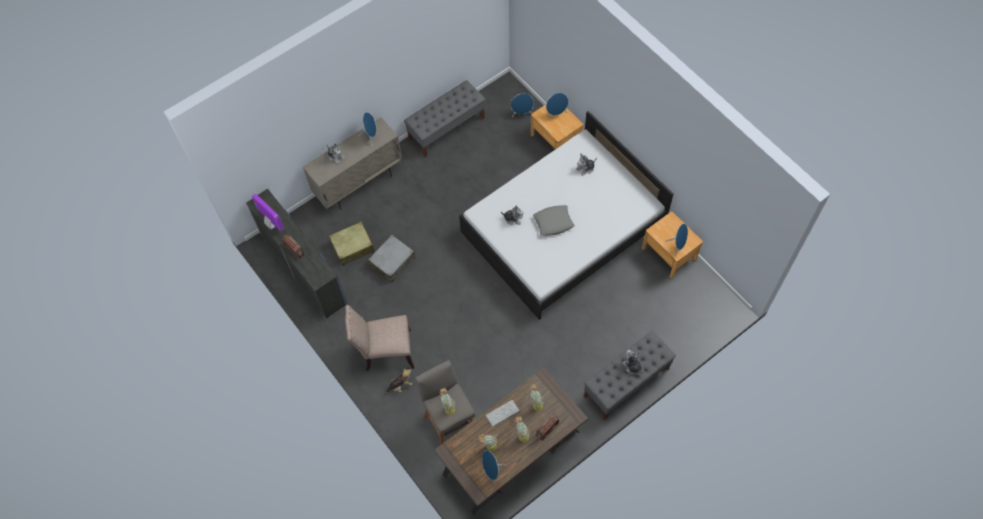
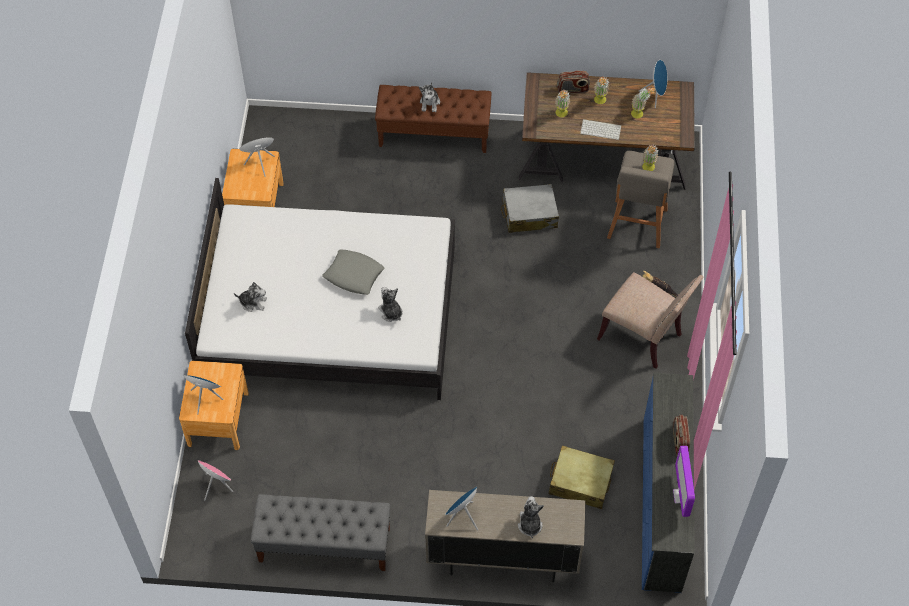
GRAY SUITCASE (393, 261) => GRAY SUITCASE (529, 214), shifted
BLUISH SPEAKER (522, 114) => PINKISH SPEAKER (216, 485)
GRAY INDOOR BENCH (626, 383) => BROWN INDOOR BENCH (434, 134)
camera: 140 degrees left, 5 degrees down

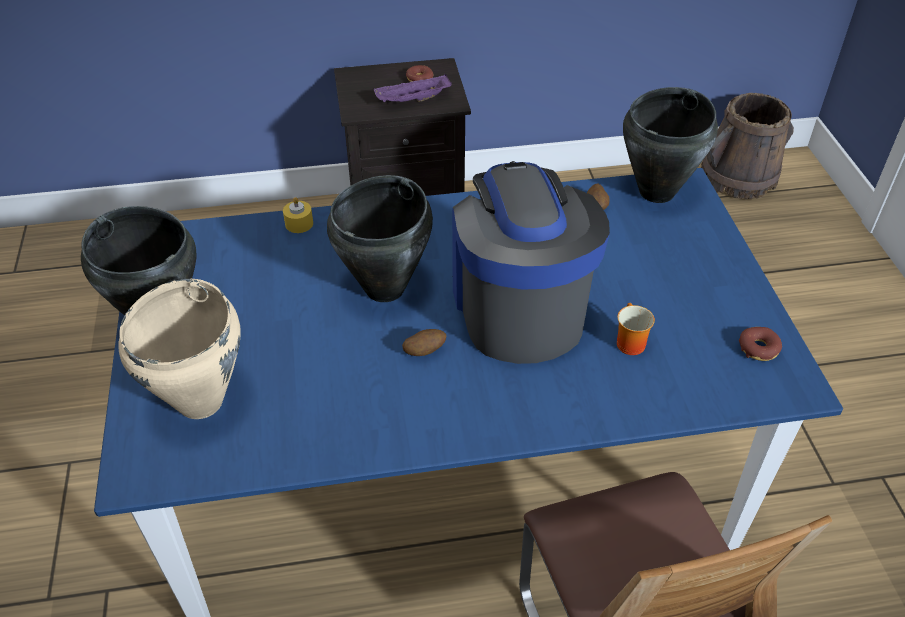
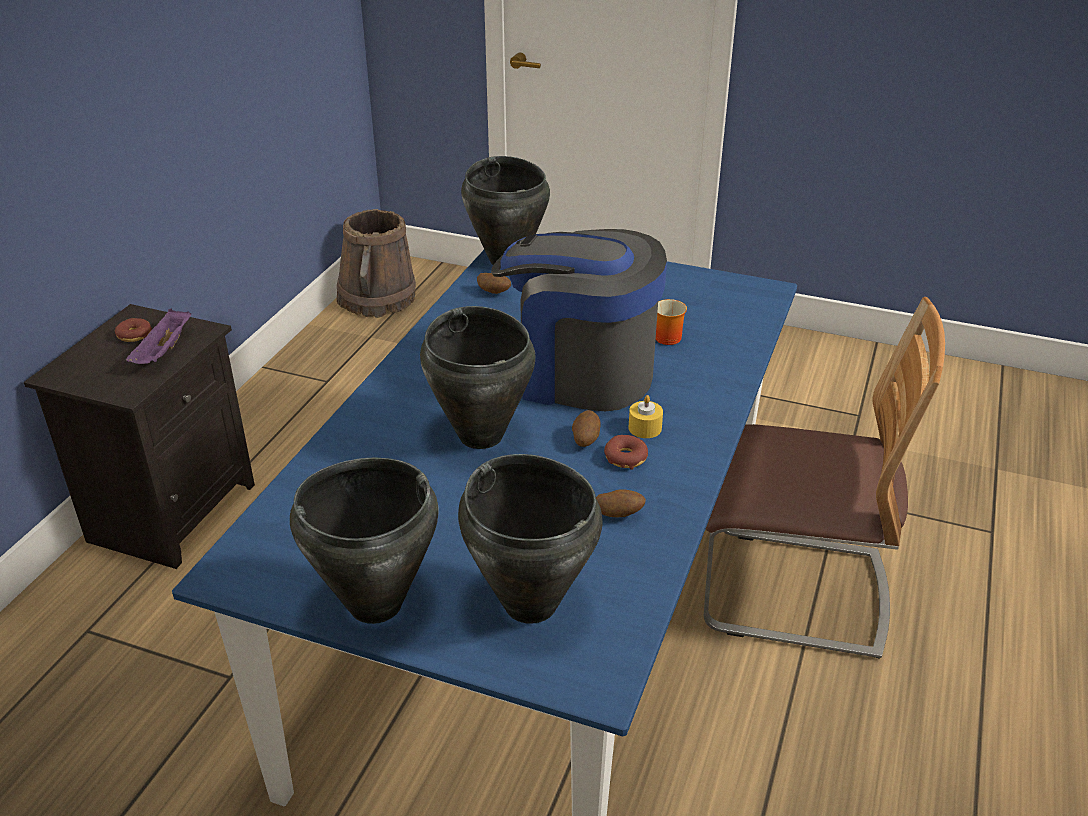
nothing => SPUD (618, 515)
YELLOW CANDLE (299, 224) => YELLOW CANDLE (645, 428), shifted
RING DOUGHNUT (758, 348) => RING DOUGHNUT (625, 457), shifted
SAND-COLOURED STOCKPOT (202, 401) => BLACK-COLOURED STOCKPOT (530, 603)
camera: 60 degrees left, 10 degrees down

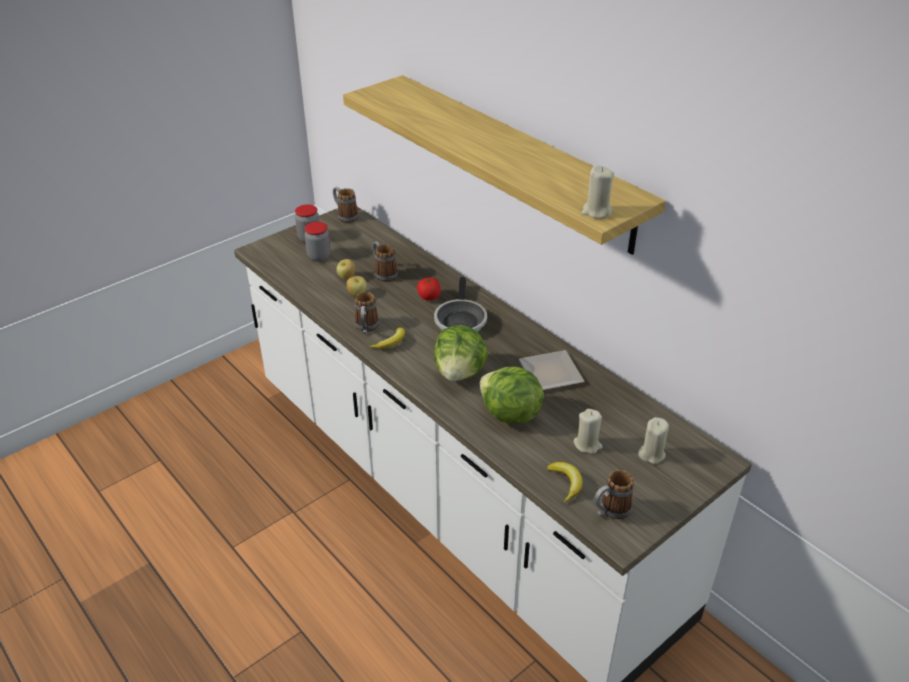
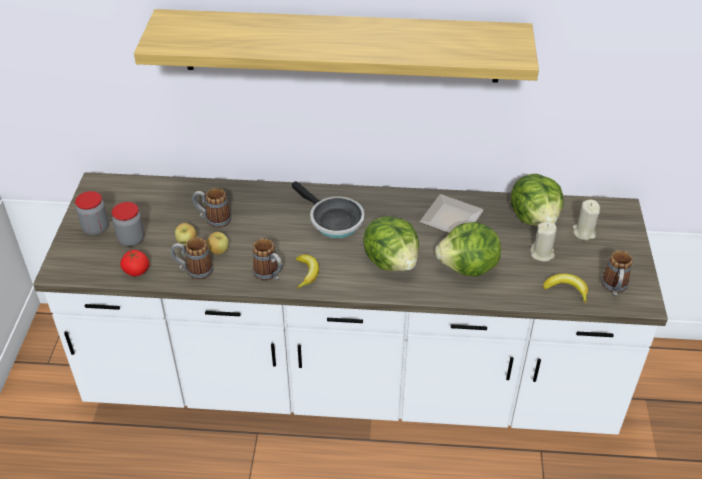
SAND-COLOURED CANDLE (596, 212) => nothing
nothing => LETTUCE HEAD (535, 218)
MUG (345, 216) => MUG (194, 271), shifted
FRESH TOMATO (429, 297) => FRESH TOMATO (136, 271), shifted
camera: 45 degrees left, 5 degrees up

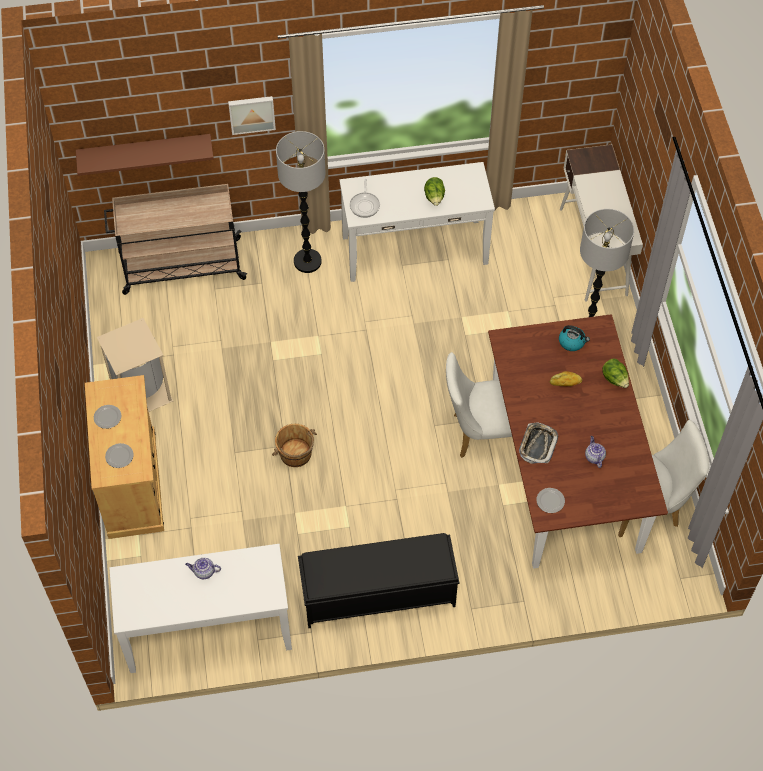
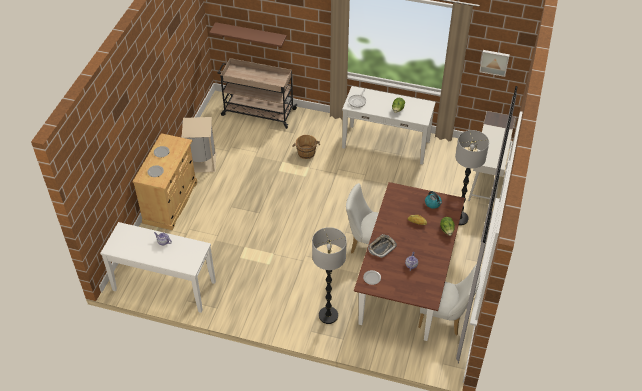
BLACK-COLOURED INDOOR BENCH (377, 595) => nothing
WALL PICTURE (251, 113) => WALL PICTURE (494, 62), shifted
BROWN WATER BUCKET (296, 454) => BROWN WATER BUCKET (306, 153), shifted
STANDARD LAMP (307, 261) => STANDARD LAMP (328, 315), shifted
camera: 25 degrees right, 10 degrees down

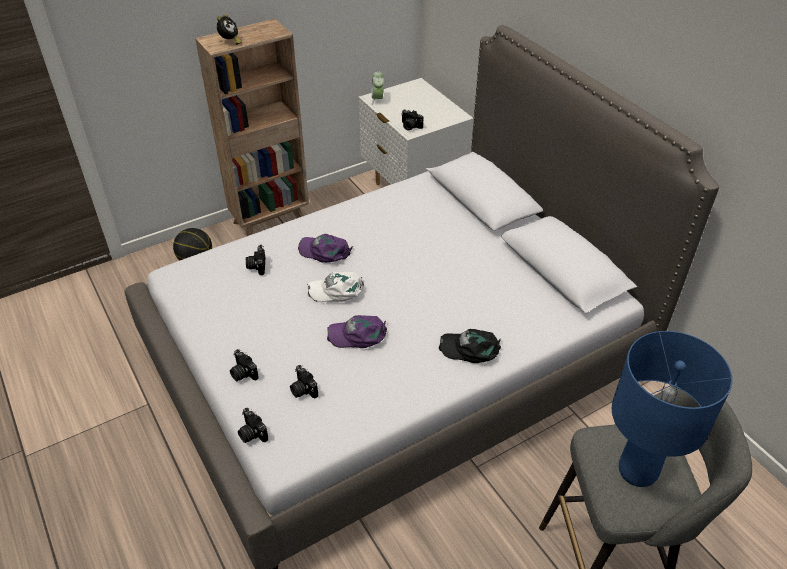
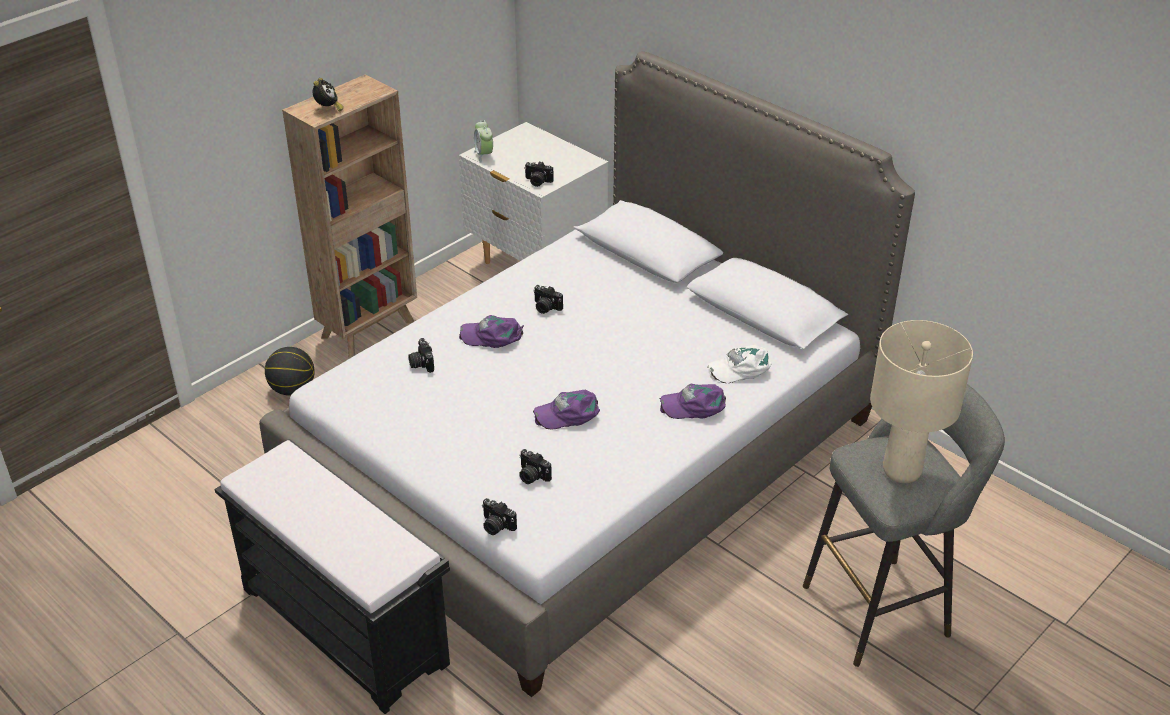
nothing => BLACK-COLOURED INDOOR BENCH (346, 626)
STILL CAMERA (242, 373) => STILL CAMERA (545, 307), shifted
WHITISH BASEBALL CAP (337, 290) => WHITISH BASEBALL CAP (740, 368), shifted
BLACK-COLOURED BASEBALL CAP (470, 348) => PURPLE-COLOURED BASEBALL CAP (694, 405)
BLUISH TABLE LAMP (636, 471) => SAND-COLOURED TABLE LAMP (901, 471)
camera: 15 degrees left, 5 degrees down

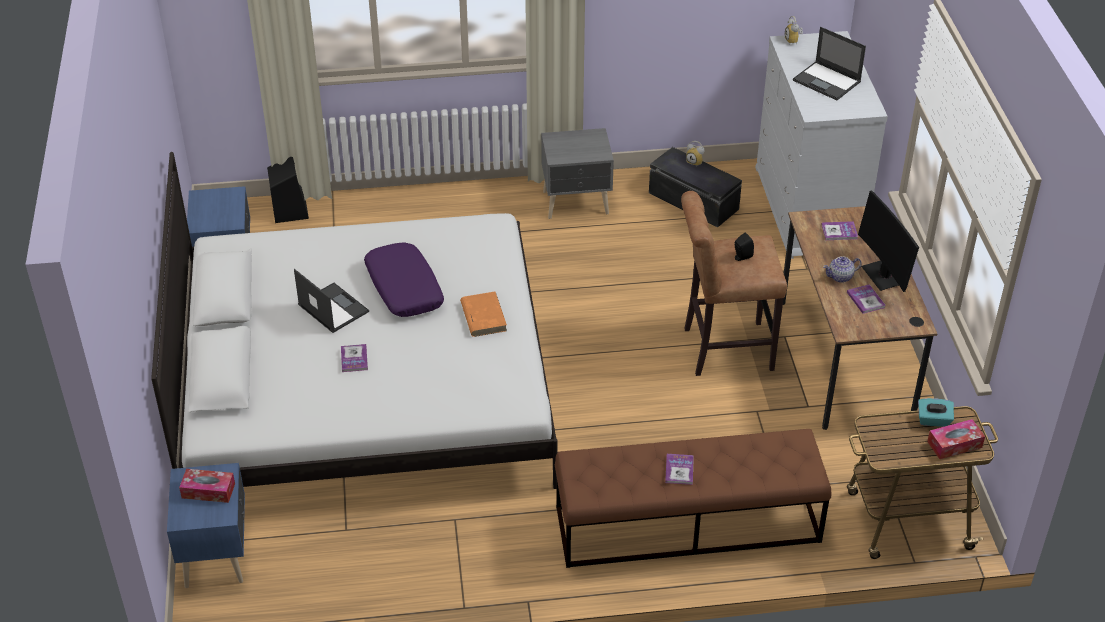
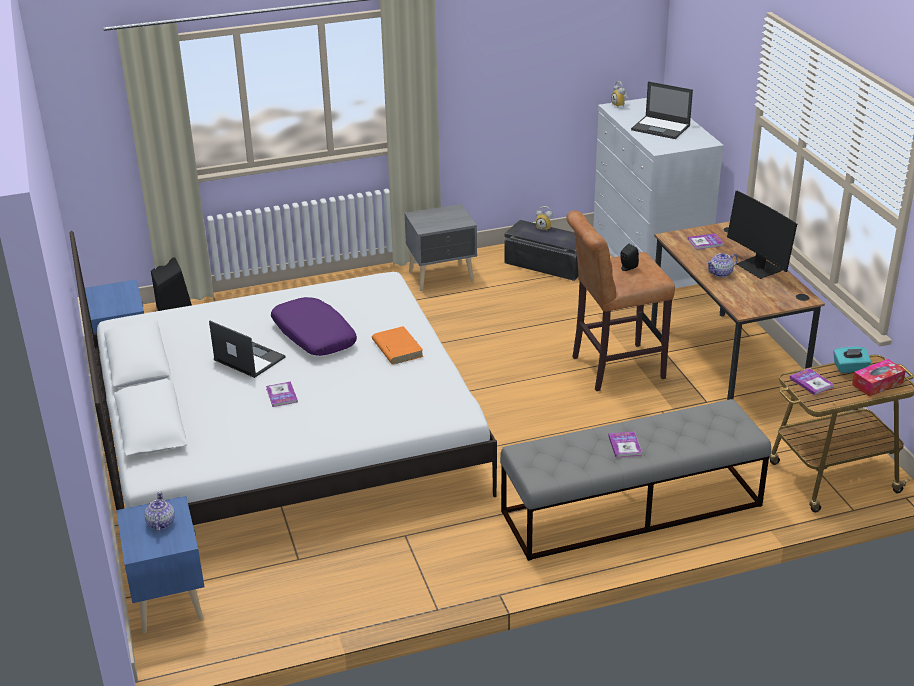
VOLUME (865, 300) => VOLUME (811, 382), shifted
TISSUE HOLDER (208, 491) => TEA POT (160, 523)
BROWN INDOOR BENCH (686, 524) => GRAY INDOOR BENCH (631, 509)
camera: 10 degrees left, 10 degrees down

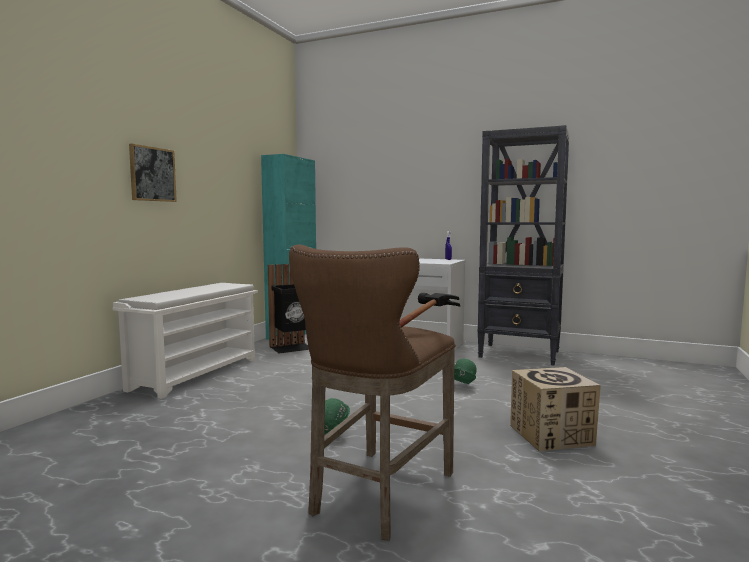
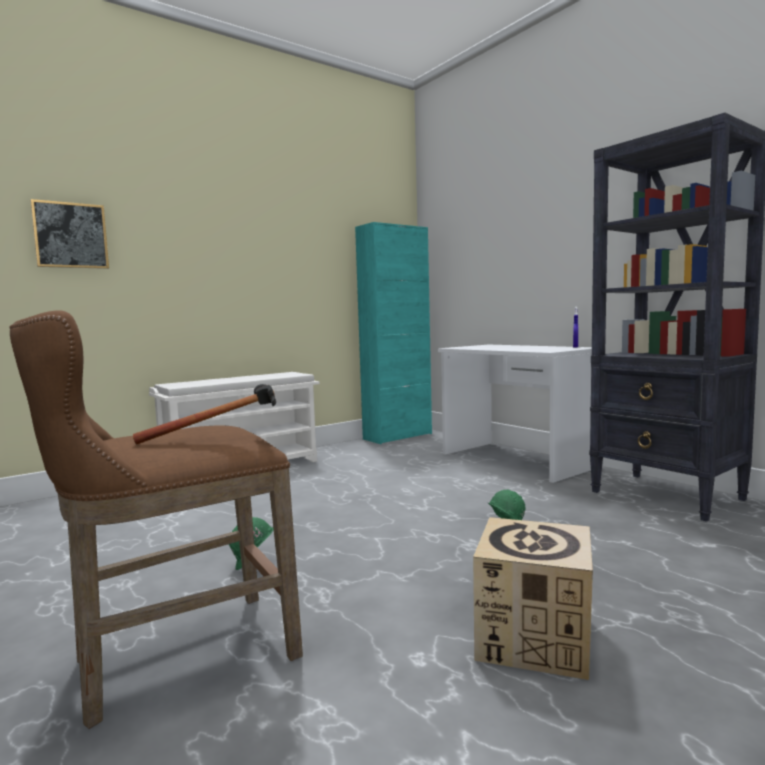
BLACK-COLOURED TRASH CAN (292, 348) => nothing
WALL PICTURE (152, 174) => WALL PICTURE (70, 235), shifted
camera: 30 degrees right, 0 degrees up

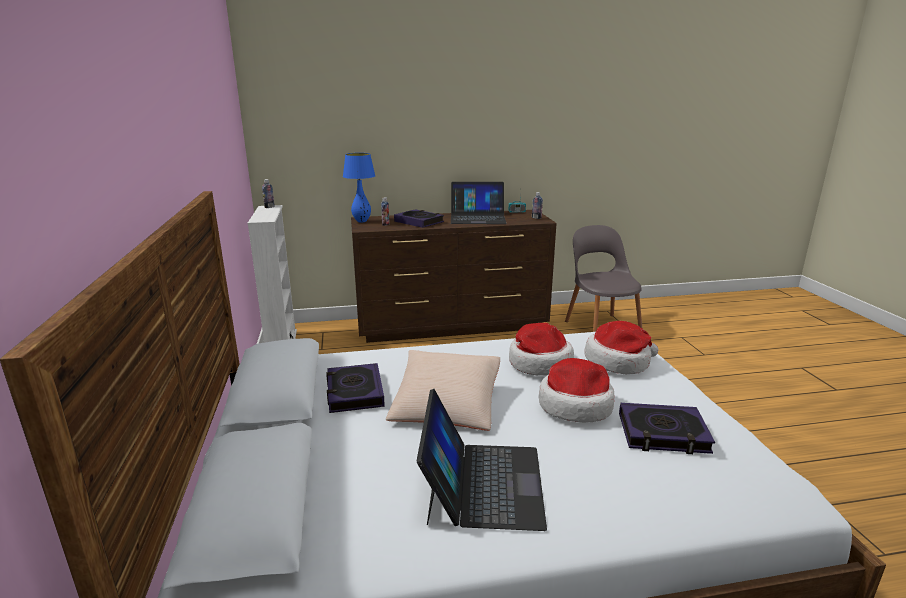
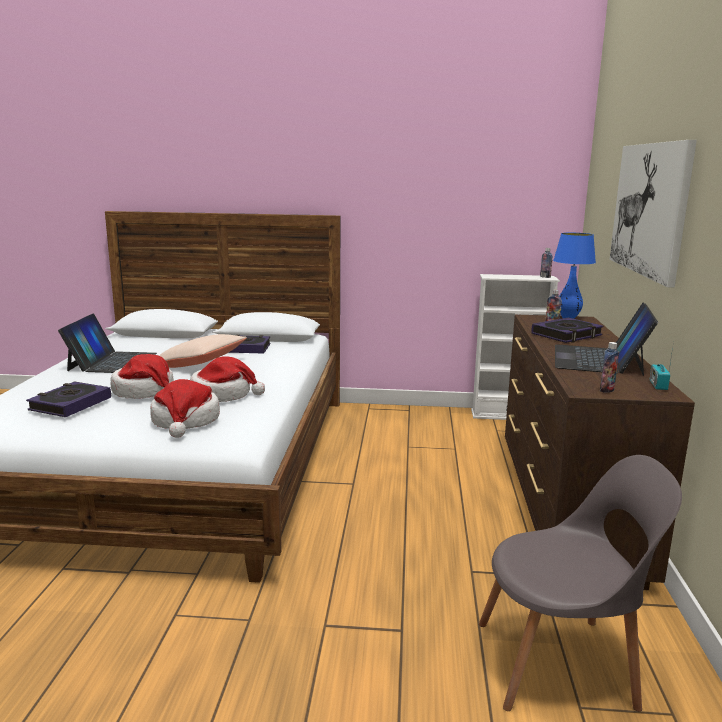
nothing => WALL PICTURE (649, 209)
LAPTOP (482, 483) => LAPTOP (112, 362), 105 degrees counterclockwise
camera: 105 degrees right, 5 degrees down

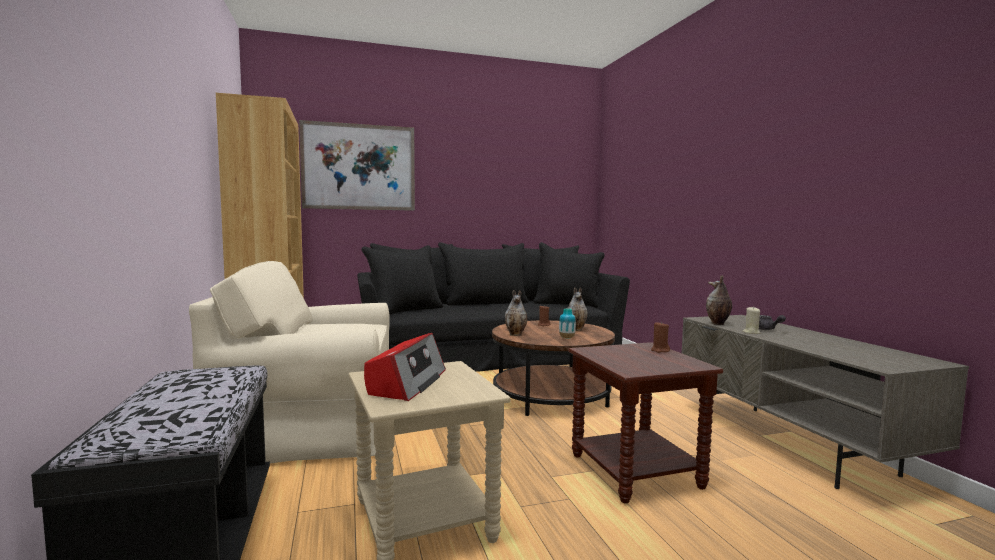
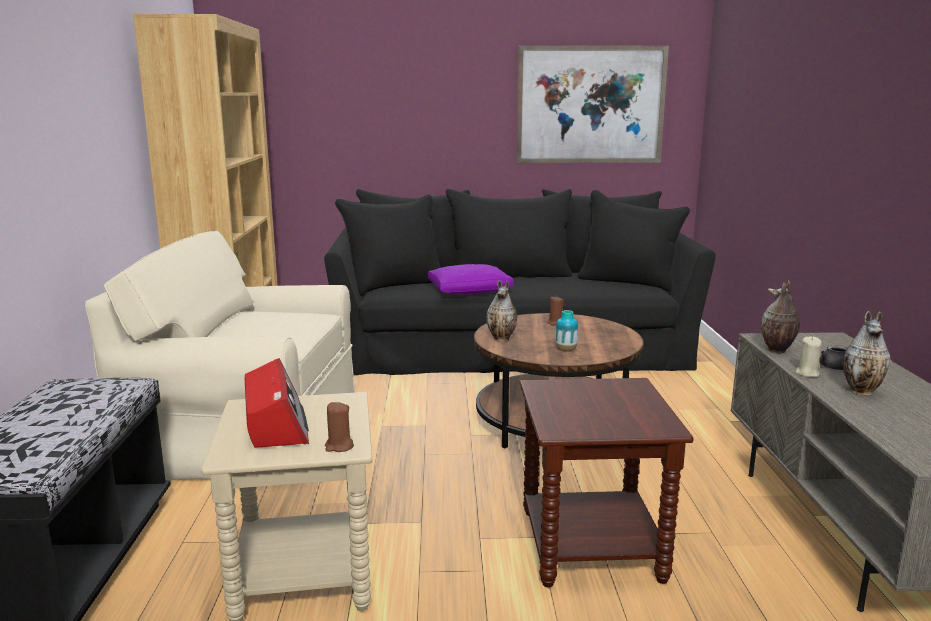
nothing => PURPLE-COLOURED THROW PILLOW (470, 291)
WALL PICTURE (359, 167) => WALL PICTURE (590, 105), shifted
VASE (576, 329) => VASE (862, 391), shifted
BROWN CANDLE (660, 350) => BROWN CANDLE (339, 446), shifted
RADIO (407, 383) => RADIO (276, 423), 45 degrees counterclockwise
camera: 15 degrees right, 10 degrees up

